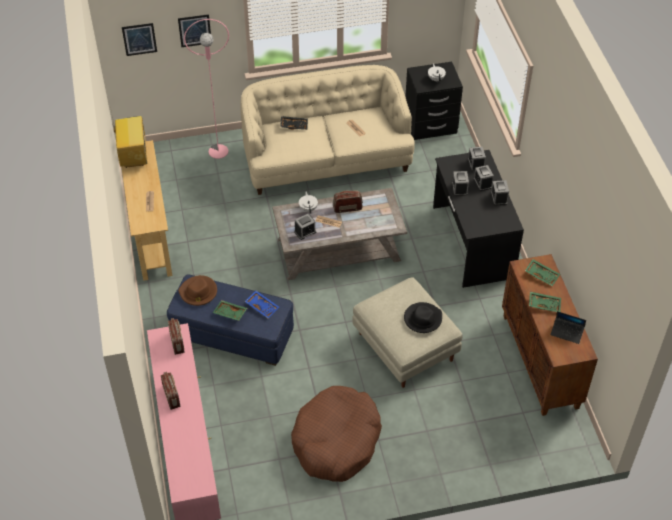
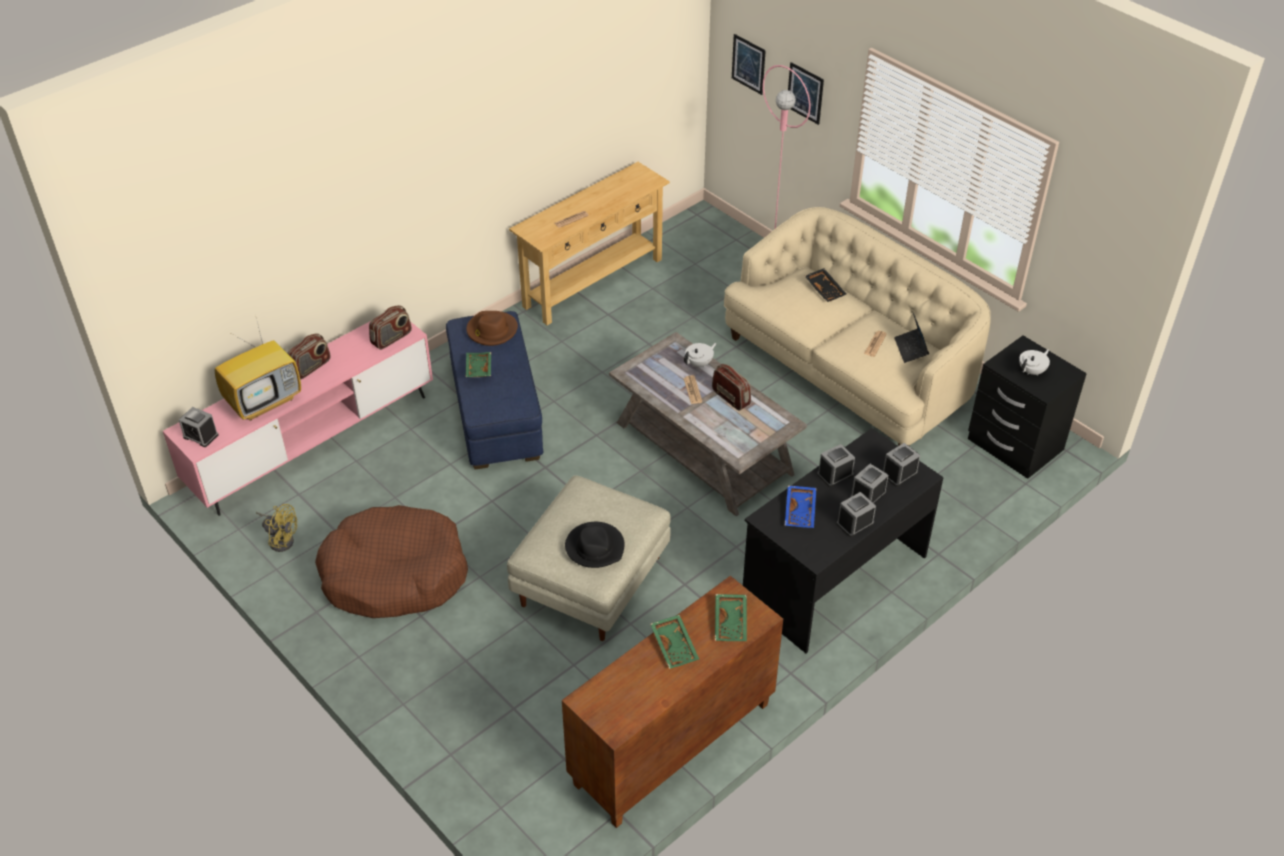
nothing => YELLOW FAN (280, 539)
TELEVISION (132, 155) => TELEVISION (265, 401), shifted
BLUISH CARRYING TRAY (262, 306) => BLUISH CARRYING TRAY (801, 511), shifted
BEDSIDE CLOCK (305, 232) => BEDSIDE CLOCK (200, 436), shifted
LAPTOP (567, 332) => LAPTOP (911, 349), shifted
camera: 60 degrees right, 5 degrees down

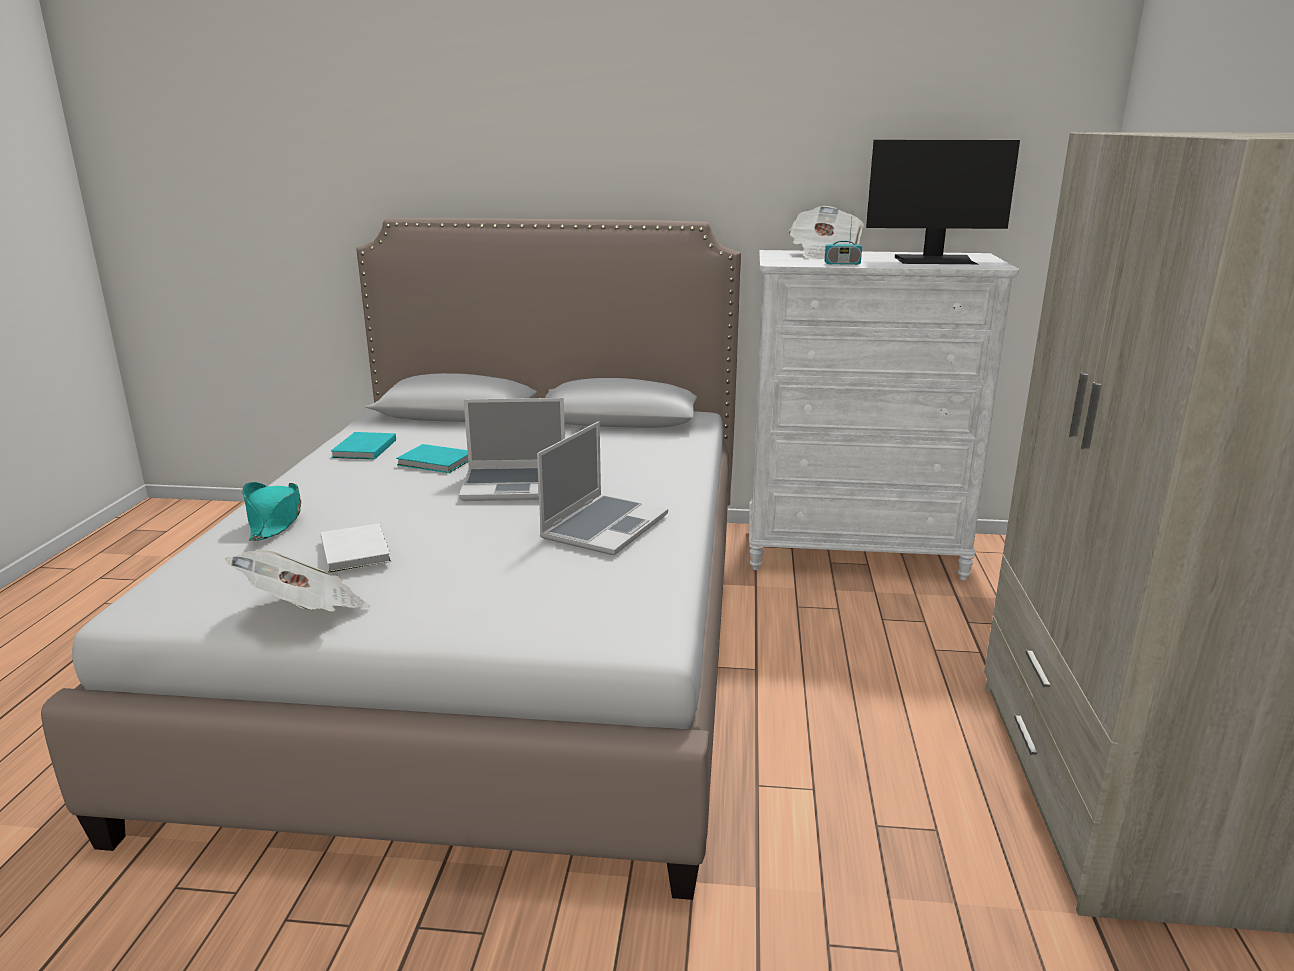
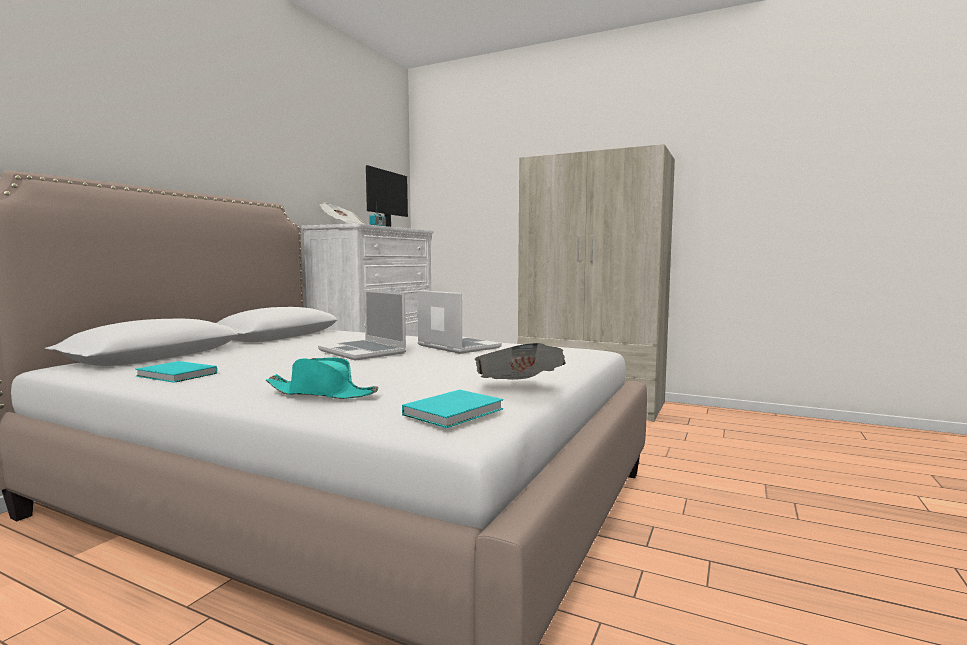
WHITISH VOLUME (356, 550) => nothing
BLUE-GREEN VOLUME (436, 462) => BLUE-GREEN VOLUME (456, 412), shifted
LAPTOP (516, 485) => LAPTOP (363, 352), 120 degrees clockwise
camera: 70 degrees left, 15 degrees down

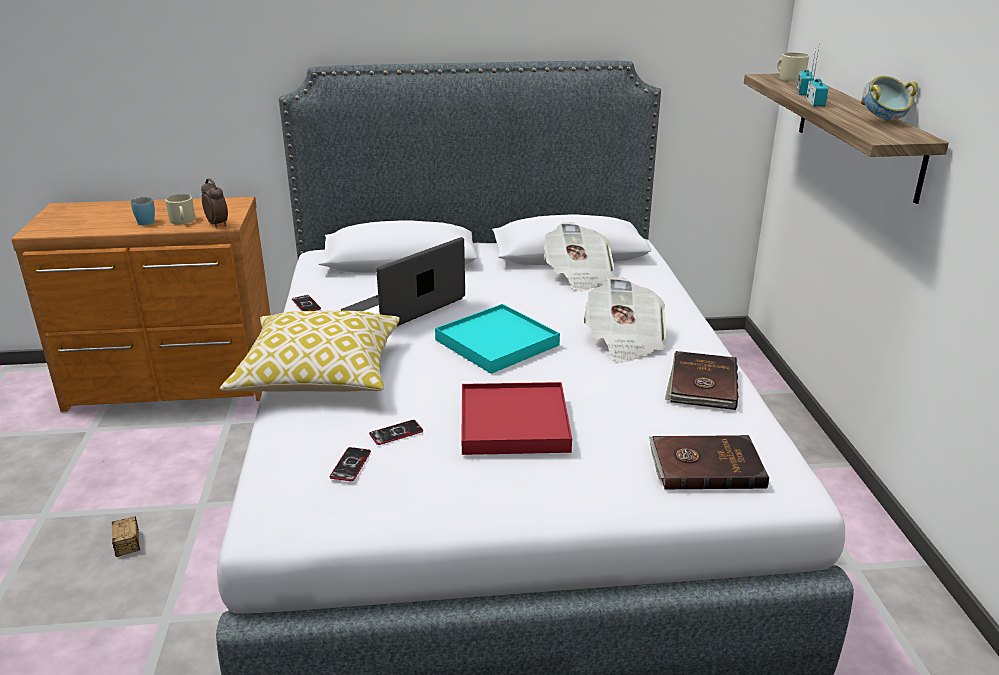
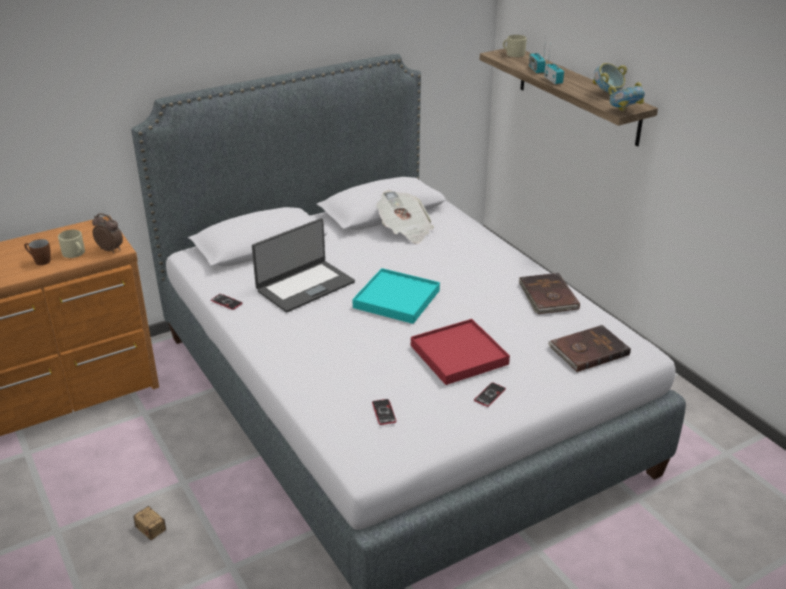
THROW PILLOW (319, 375) => nothing
DAILY PAPER (624, 341) => nothing
nothing => DEEP DISH (624, 112)
HANDSET (396, 433) => HANDSET (490, 395), shifted
BLUISH MUG (143, 221) => BROWN MUG (39, 261)
LAPTOP (405, 307) => LAPTOP (305, 286), 150 degrees counterclockwise
camera: 25 degrees left, 5 degrees up

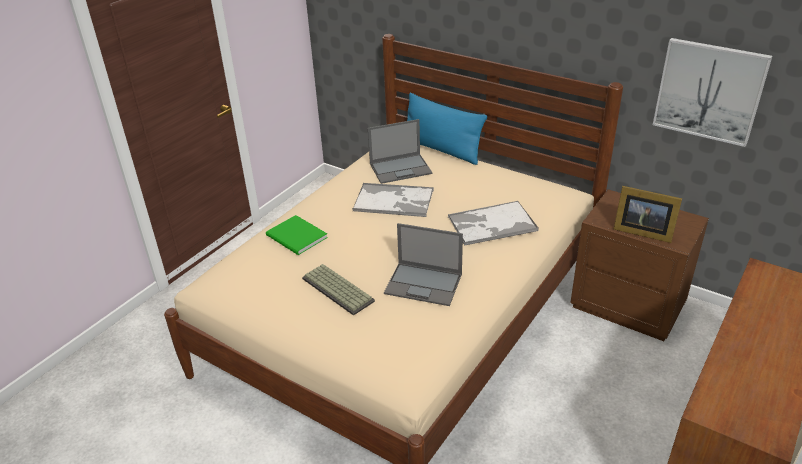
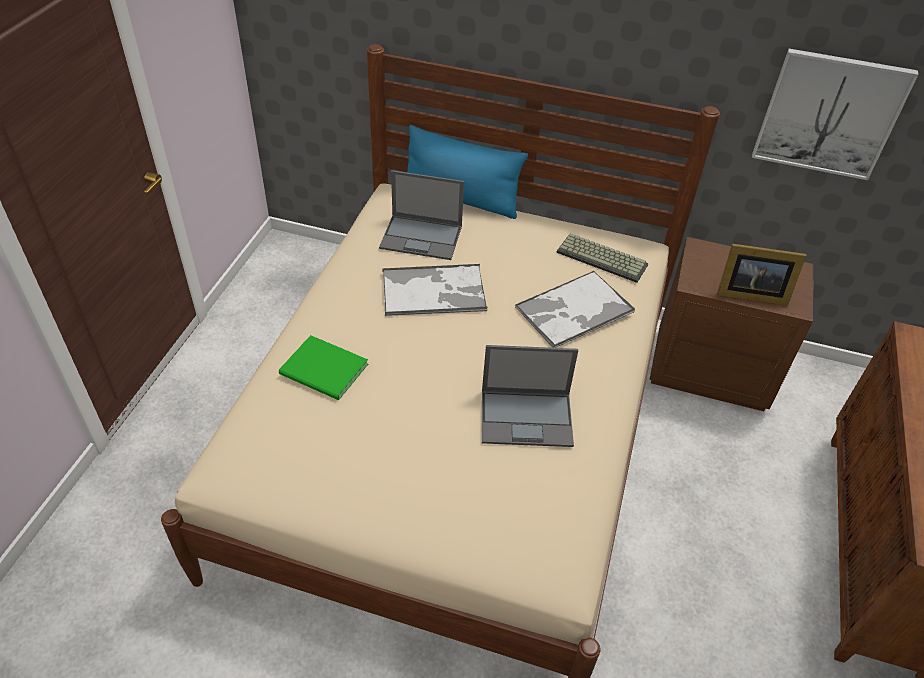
KEYBOARD (339, 289) => KEYBOARD (603, 258), shifted
LAPTOP (401, 168) => LAPTOP (422, 237), 45 degrees clockwise
camera: 20 degrees left, 10 degrees up

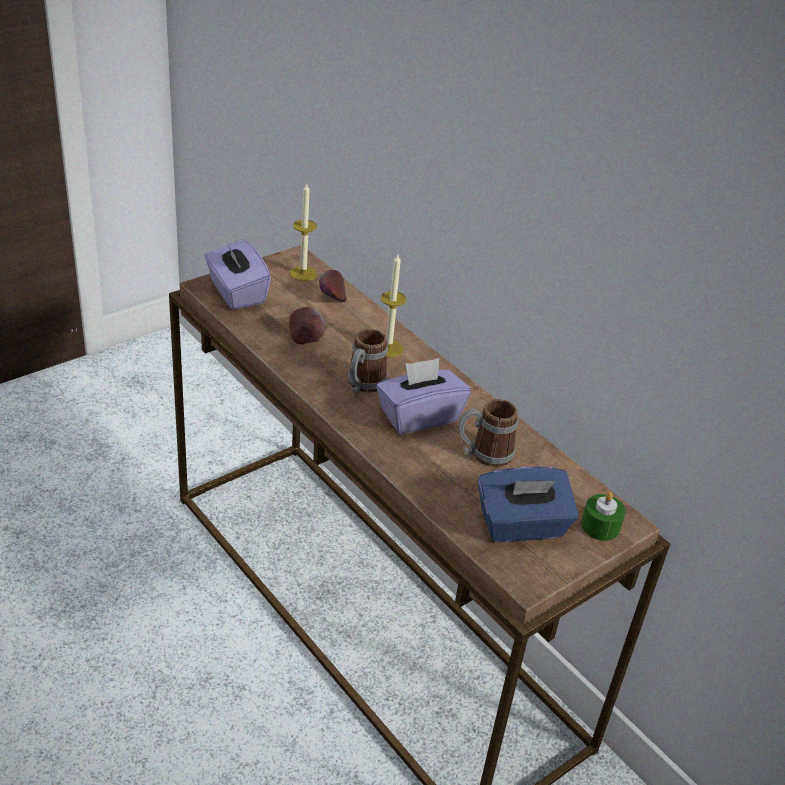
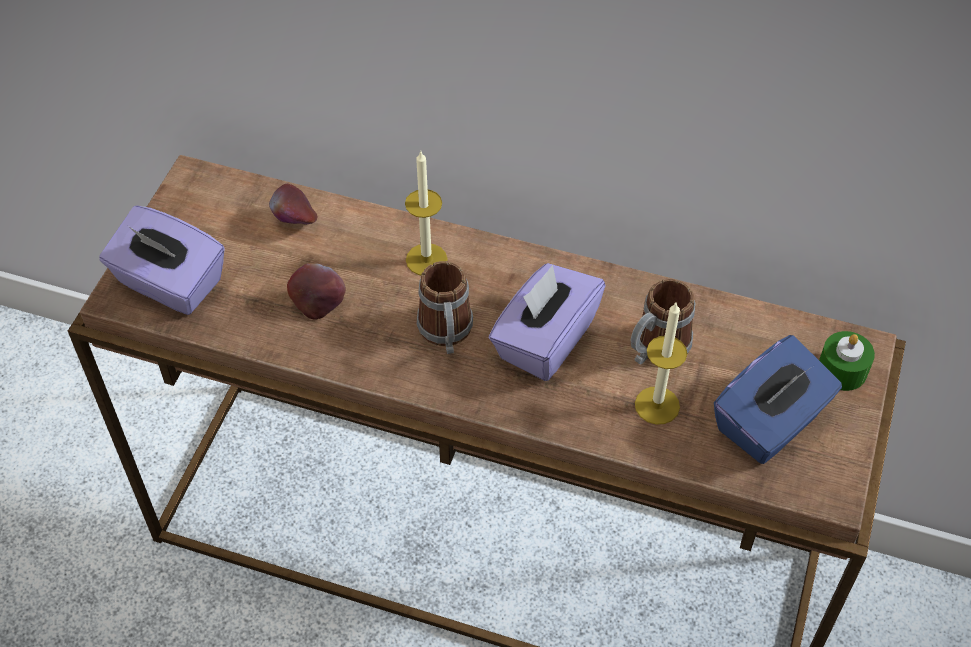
CANDLE (303, 273) => CANDLE (657, 405), shifted
camera: 30 degrees left, 15 degrees up

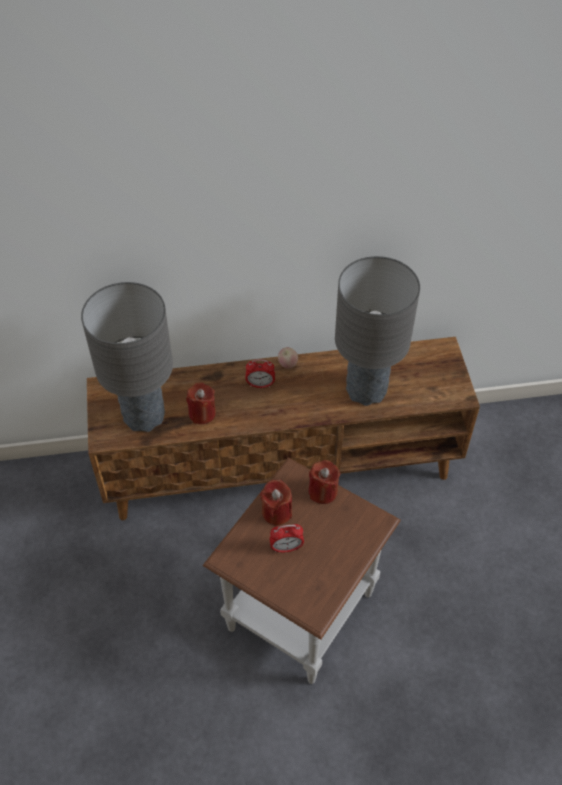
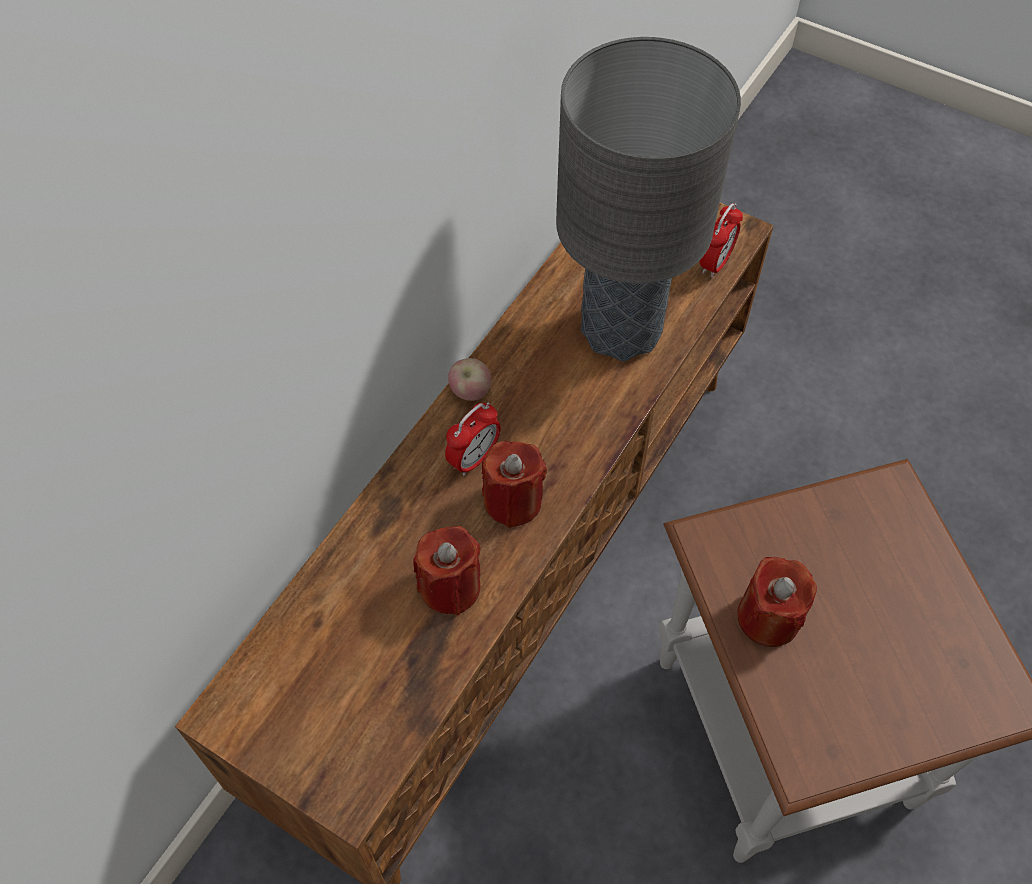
GRAY TABLE LAMP (143, 415) => nothing
BEDSIDE CLOCK (286, 548) => BEDSIDE CLOCK (715, 263), shifted
RED-COLOURED CANDLE (323, 491) => RED-COLOURED CANDLE (513, 501), shifted
camera: 50 degrees left, 5 degrees up

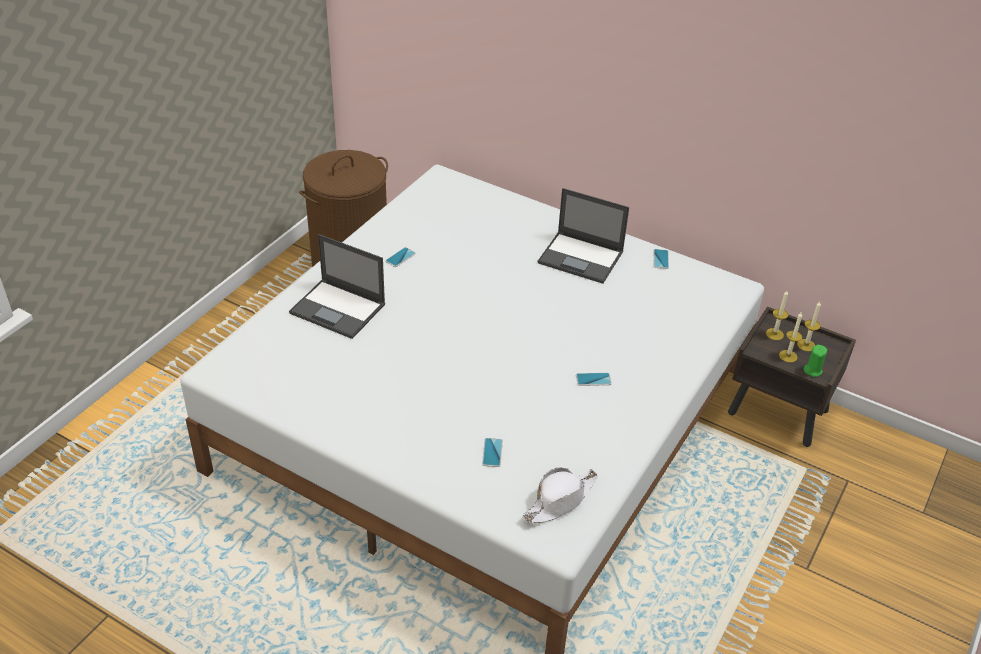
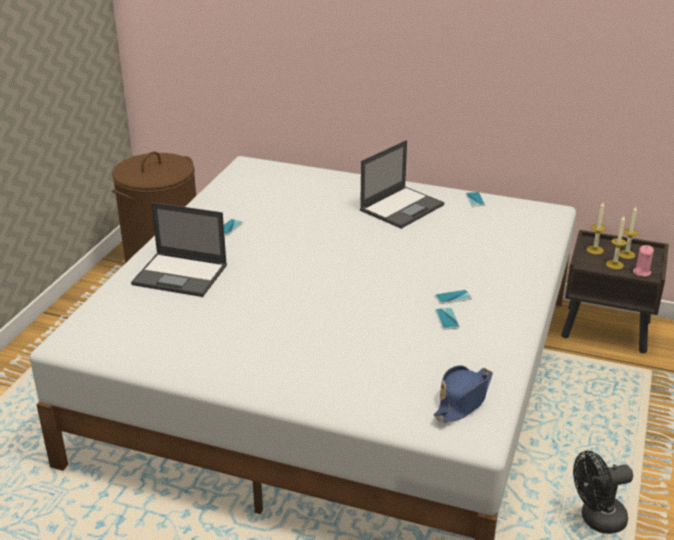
nothing => BLACK-COLOURED FAN (596, 520)
HANDSET (492, 453) => HANDSET (447, 319), shifted
WHITISH HAT (560, 500) => BLUISH HAT (463, 400)
GREEN-COLOURED CANDLE (812, 370) => PINKISH CANDLE (641, 272)
LAPTOP (581, 258) => LAPTOP (402, 207), 60 degrees counterclockwise
camera: 10 degrees left, 10 degrees down

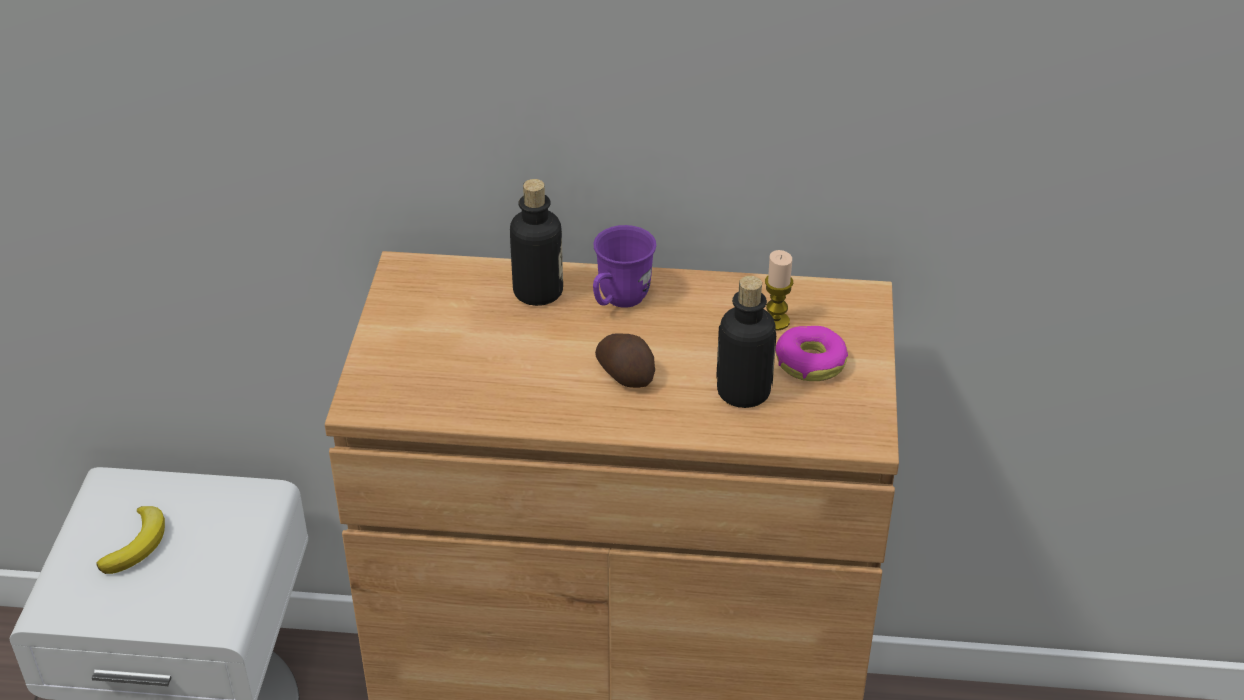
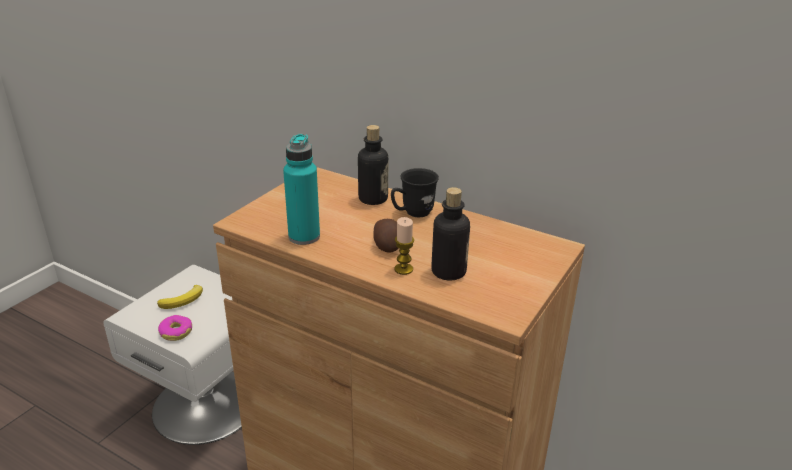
nothing => BLUE-GREEN DRINK BOTTLE (304, 236)
CANDLE (775, 321) => CANDLE (403, 269), shifted
RING DOUGHNUT (810, 362) => RING DOUGHNUT (176, 332), shifted
PURPLE-COLOURED MUG (618, 301) => BLACK-COLOURED MUG (412, 213)
camera: 25 degrees right, 10 degrees down

